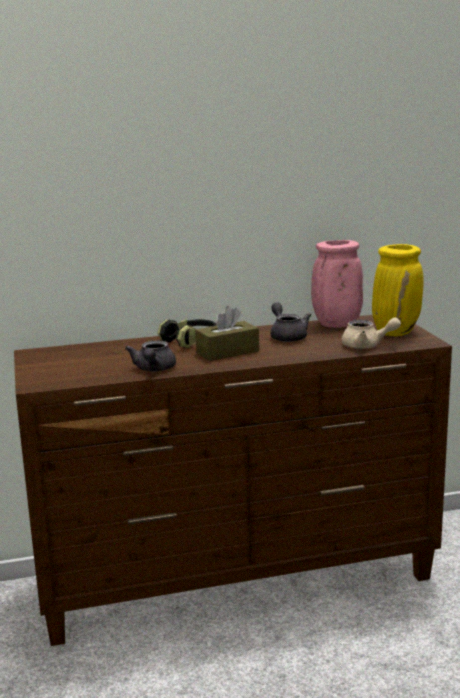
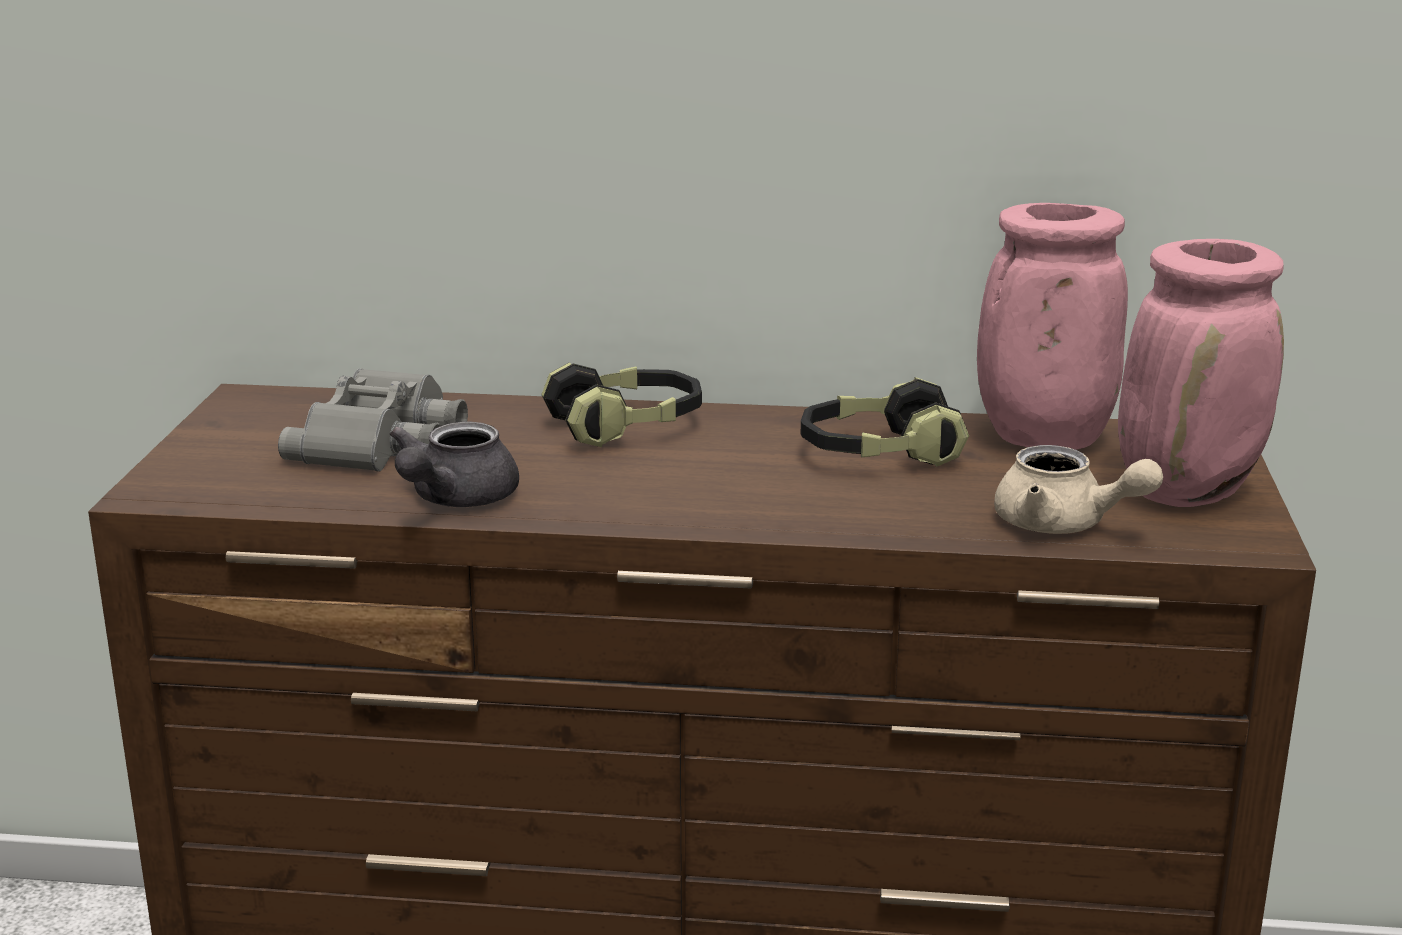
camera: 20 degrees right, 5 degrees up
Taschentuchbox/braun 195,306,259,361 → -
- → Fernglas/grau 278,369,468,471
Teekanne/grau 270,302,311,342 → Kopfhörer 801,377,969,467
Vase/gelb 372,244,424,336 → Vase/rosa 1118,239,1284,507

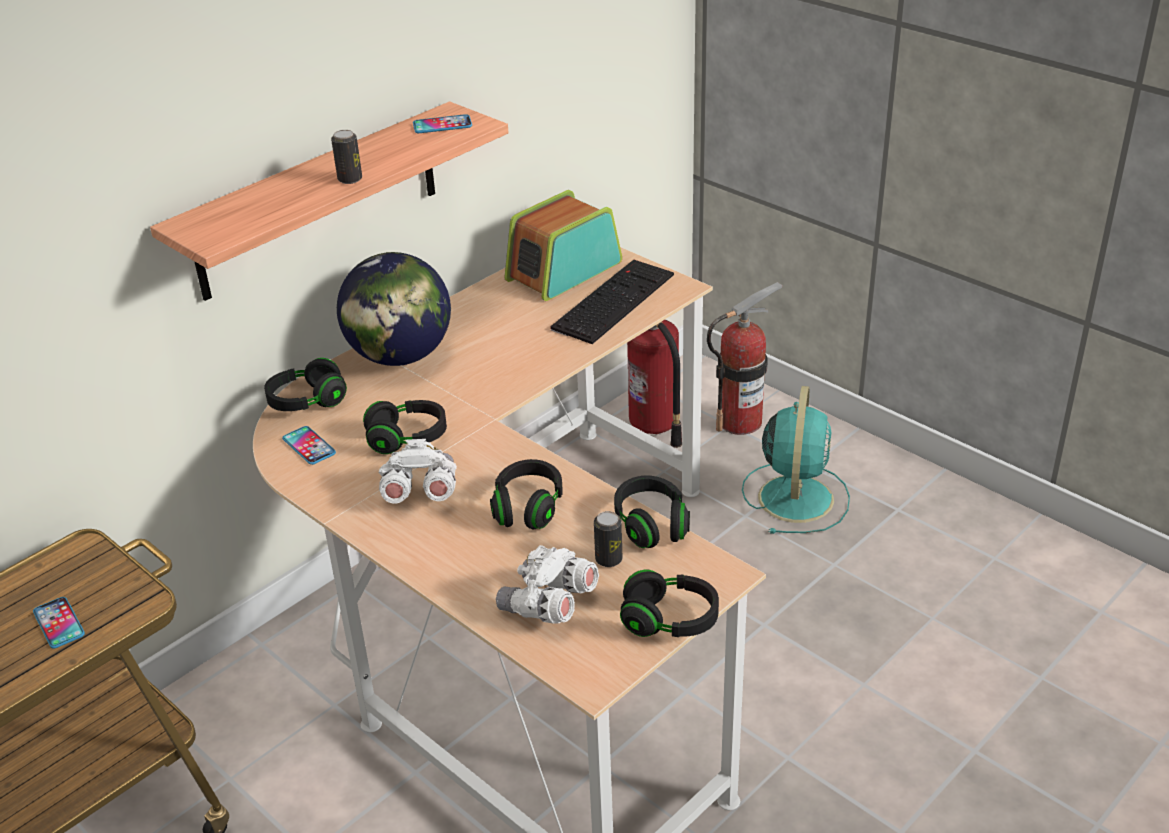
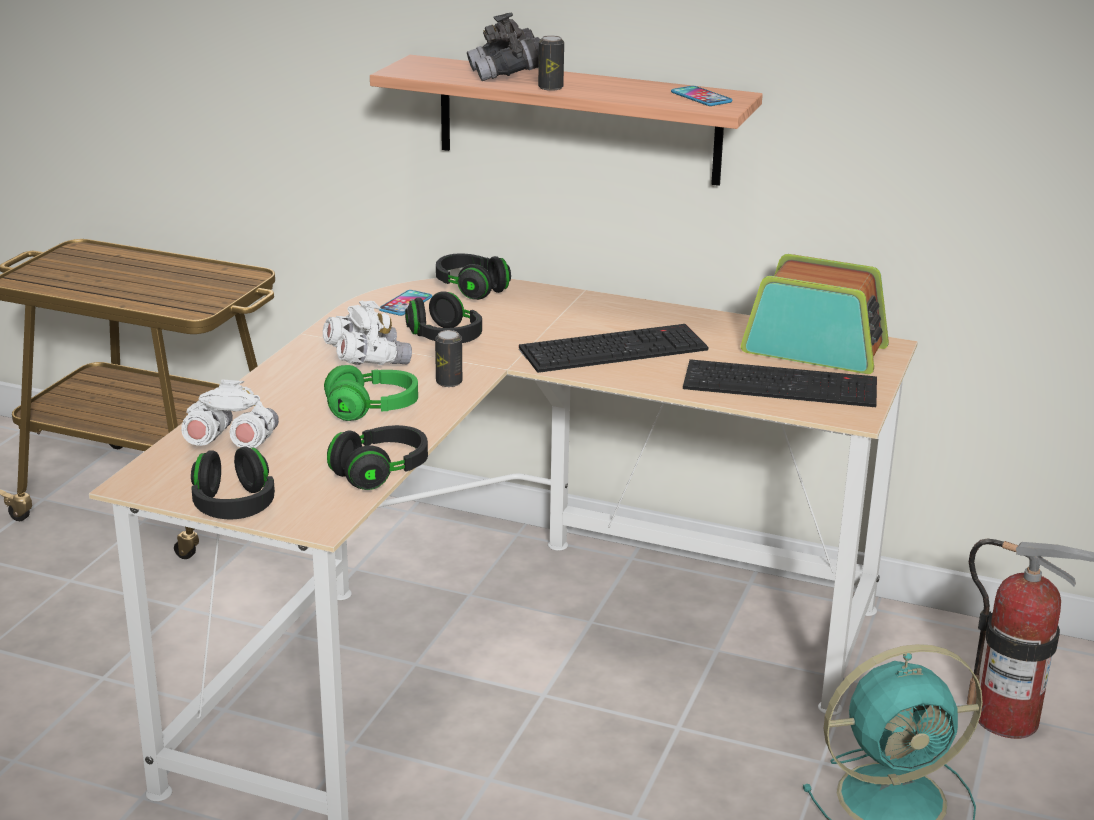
camera: 65 degrees right, 10 degrees down
Handy 33,597,85,649 → -
Globus 337,252,451,366 → -
Feuerlöscher 627,320,682,448 → -
- → Fernglas/grau 467,13,541,81
- → Tastatur 519,324,709,373
Dose 594,511,623,567 → Dose 435,330,462,387, move
Kopfhörer/schwarz 490,459,563,529 → Kopfhörer/grün 324,365,418,421

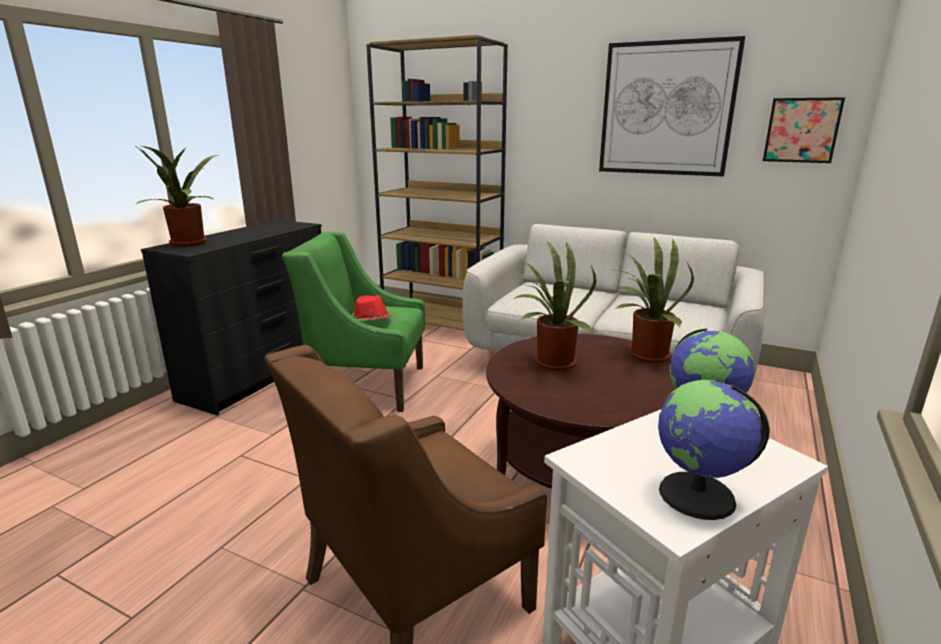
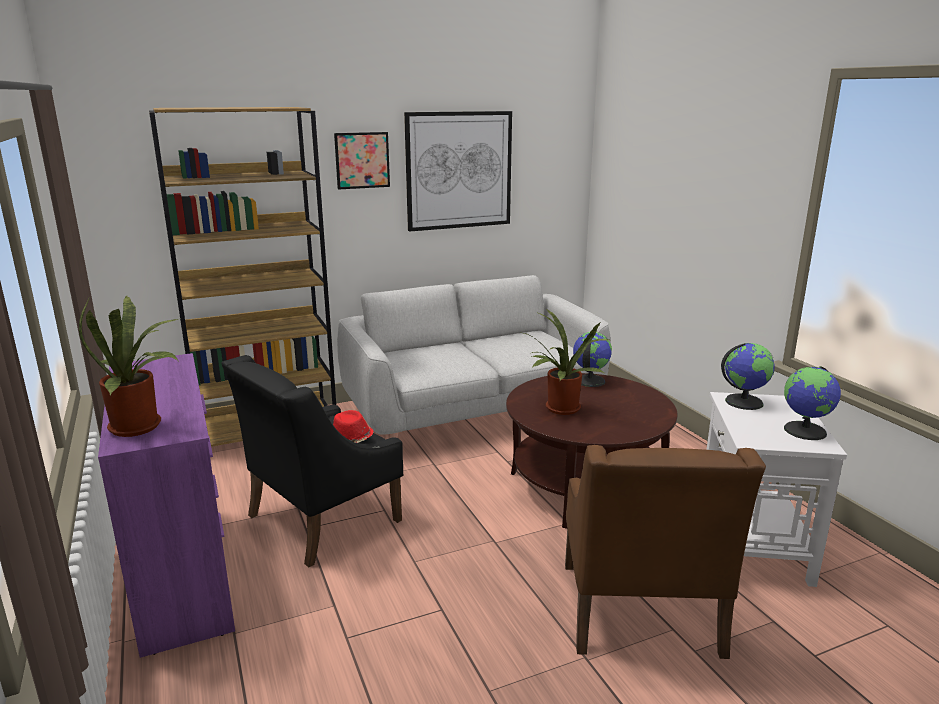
camera: 50 degrees left, 0 degrees up
Bild 763,97,845,163 → Bild 334,132,390,190, move
Topfpflanze 610,238,694,363 → Globus 573,332,612,387
Kommode/schwarz 141,220,322,415 → Kommode/lila 98,353,235,658
Sessel/grün 282,232,425,412 → Sessel/schwarz 222,355,403,568

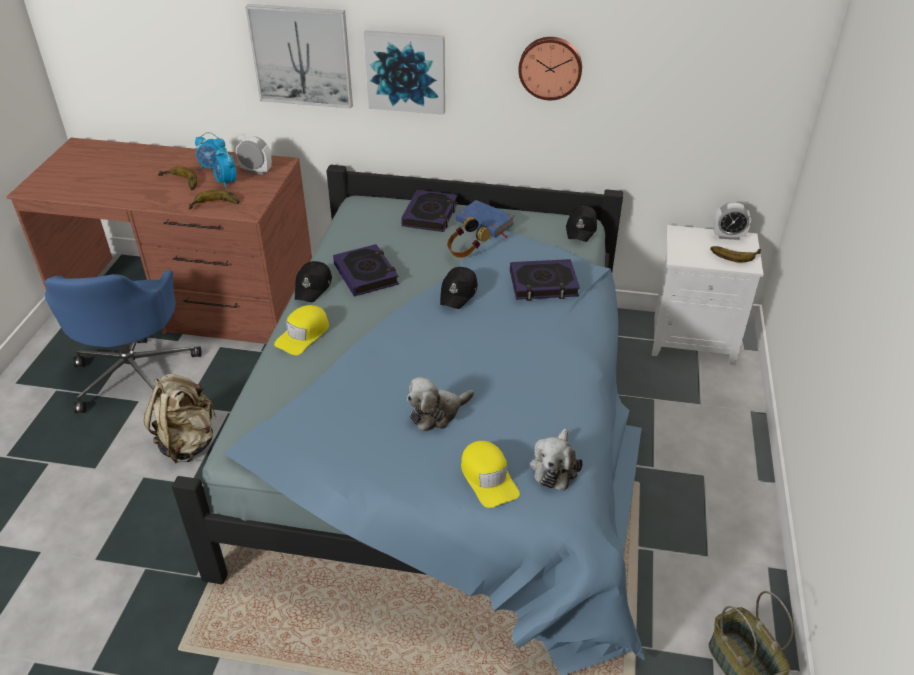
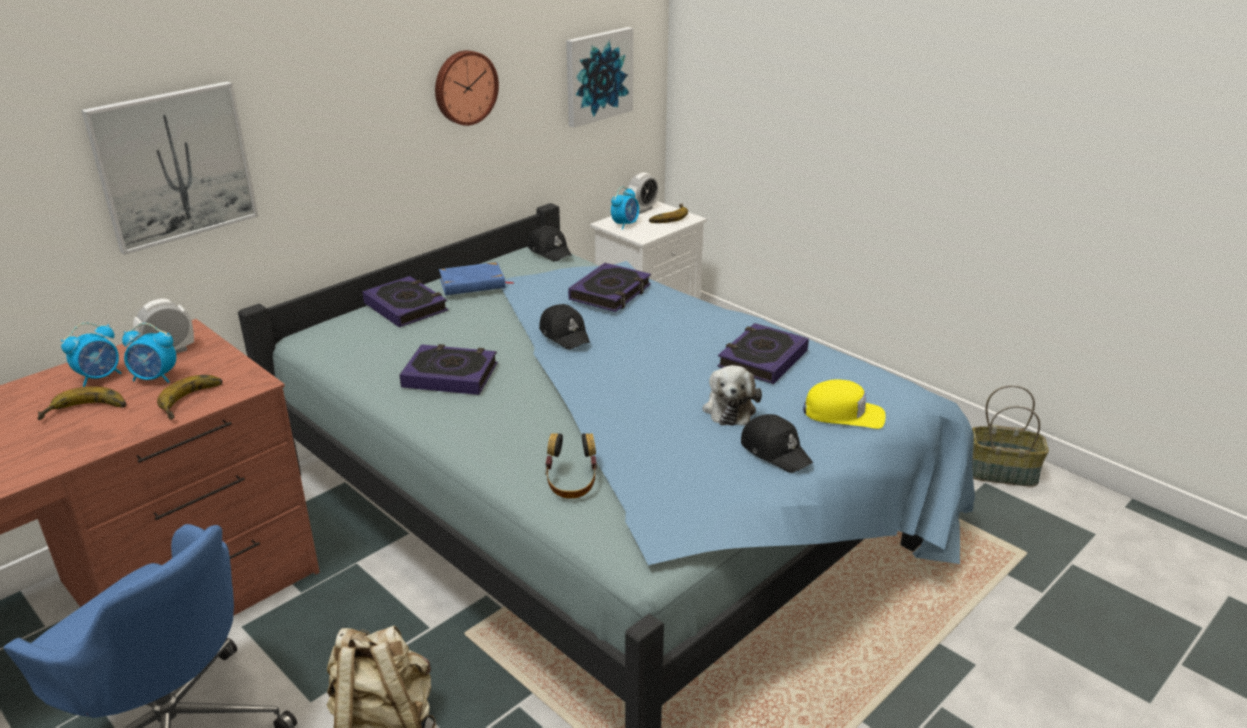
camera: 55 degrees left, 10 degrees down
Kappe/gelb 274,305,329,355 → -
Plüschtier 530,428,583,491 → -
- → Wecker 611,186,639,230
- → Buch 717,323,809,384
Kappe/schwarz 295,261,332,302 → Kappe/schwarz 741,414,813,473, move
Bild 364,30,445,115 → Bild 566,27,633,128, move
Kopfhörer 447,217,490,258 → Kopfhörer 545,433,597,499, move

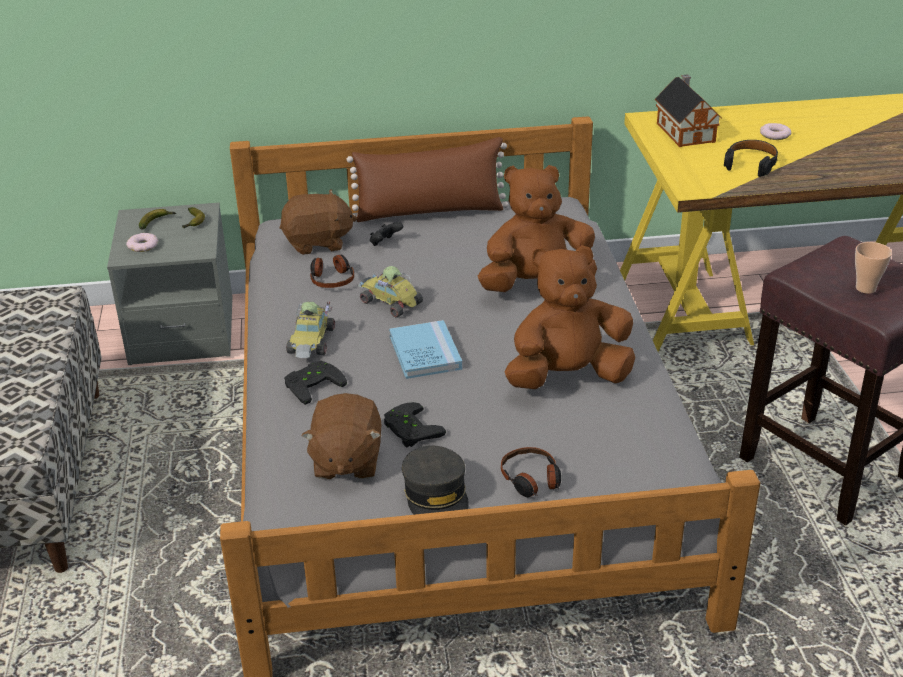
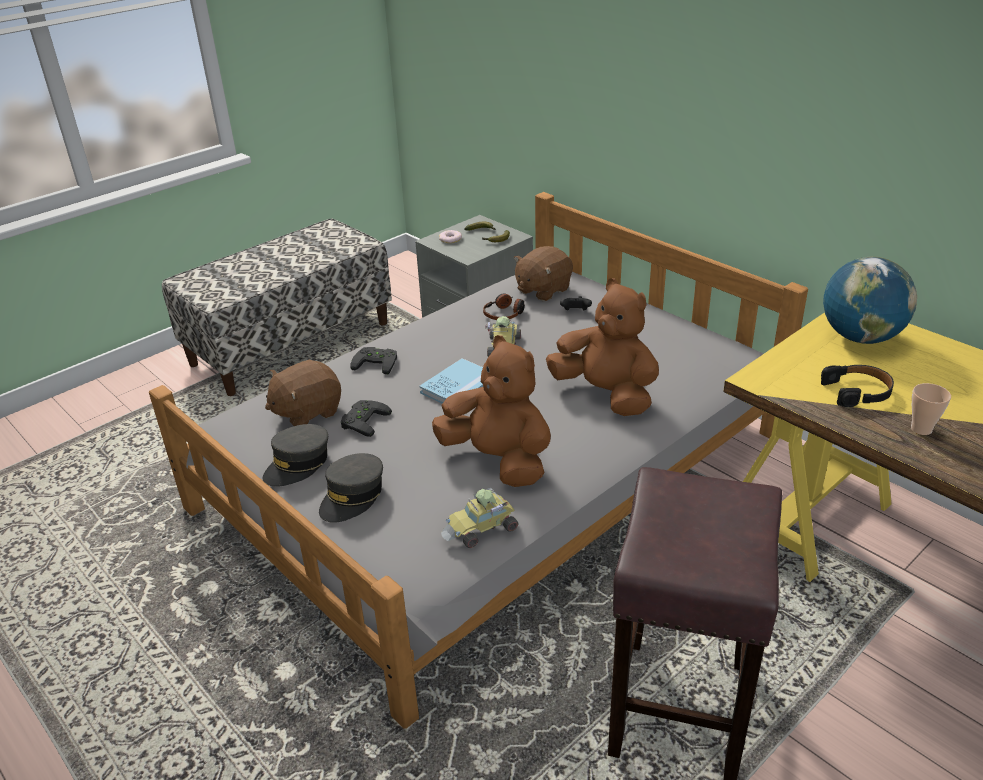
camera: 55 degrees right, 0 degrees up
Kissen/braun 347,137,508,222 → -
Donut 760,123,791,140 → -
Spielzeugauto 286,302,335,358 → Spielzeugauto 441,488,519,548, move
Tasse 855,242,892,294 → Tasse 911,383,951,435, move
Kopfhörer 501,447,561,497 → Kappe/grau 319,453,383,523
Spielzeughaus 655,74,722,147 → Globus 823,256,917,344
Plüschtier/braun 280,189,357,255 → Plüschtier/braun 514,246,573,301, 90 degrees clockwise

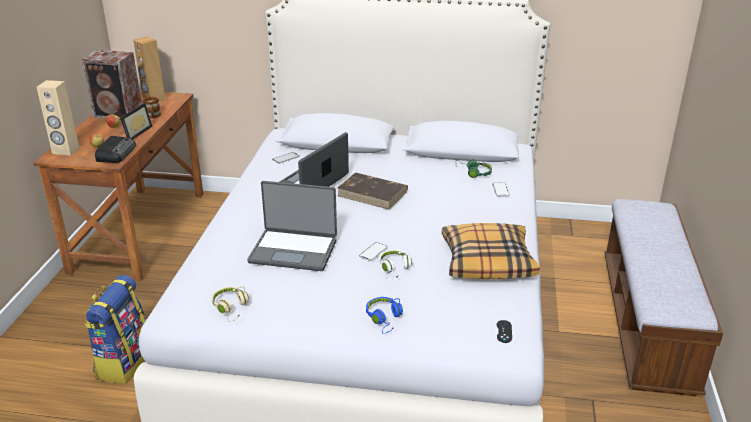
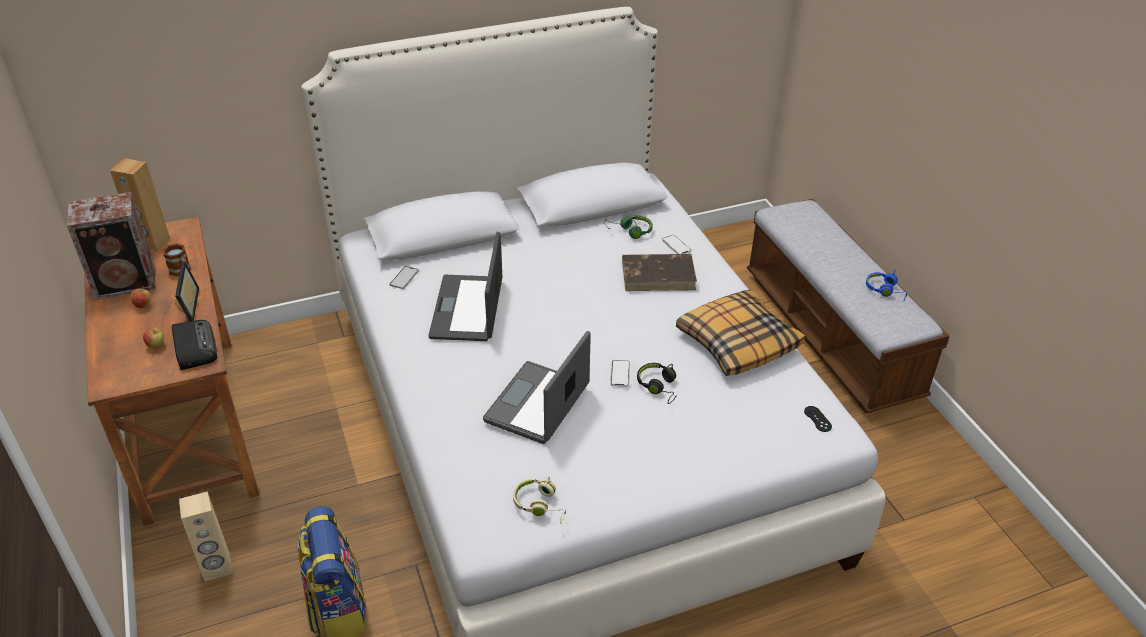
camera: 30 degrees left, 10 degrees up
Lautsprecher/beige 37,80,79,155 → Lautsprecher/beige 179,491,233,581, move
Buch/braun 337,173,408,210 → Buch/braun 622,254,697,291, move
Kopfhörer/blau 366,297,403,334 → Kopfhörer/blau 866,270,907,301, move
Kopfhörer/weiß 379,250,412,280 → Kopfhörer/schwarz 637,363,677,404
Laptop 247,181,337,271 → Laptop 483,331,591,444, 135 degrees clockwise

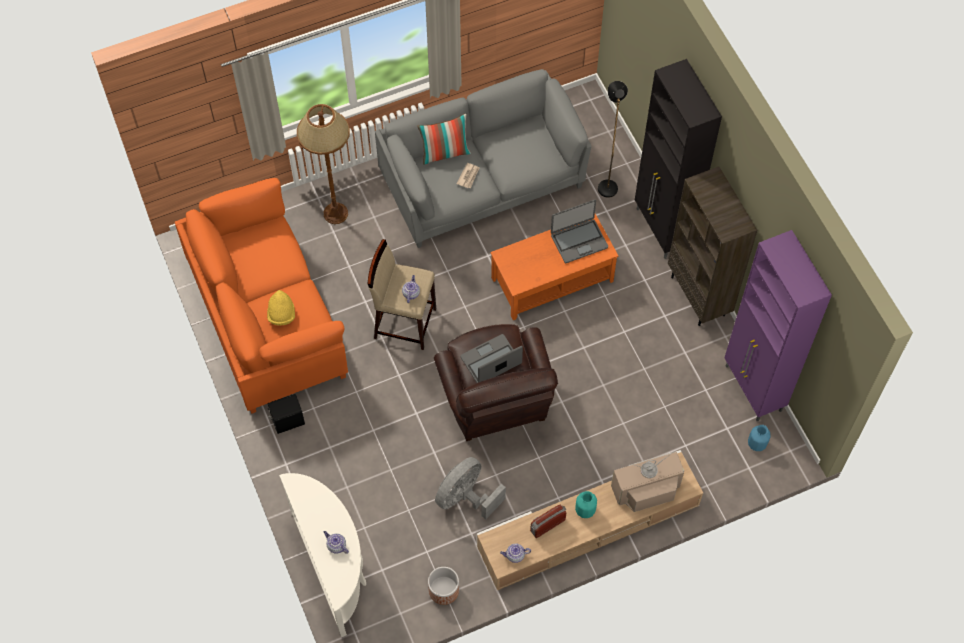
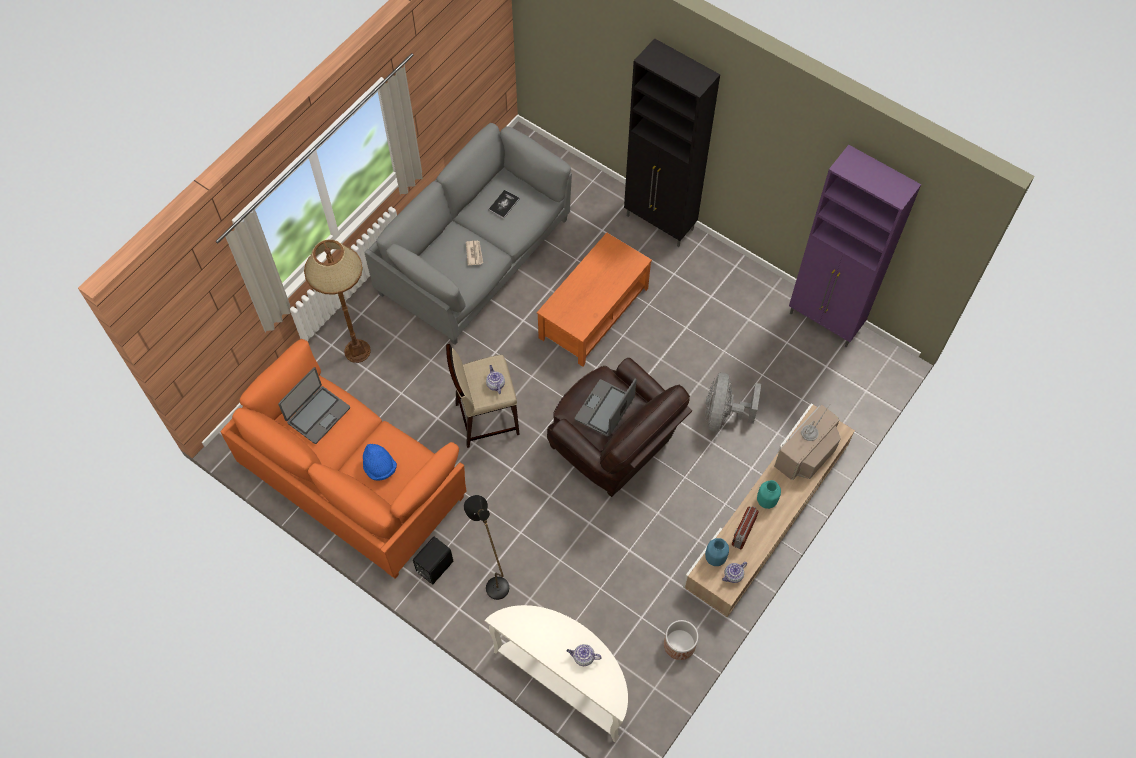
camera: 30 degrees left, 0 degrees up
Kissen 417,114,471,165 → -
Bücherregal/braun 668,166,757,326 → -
- → Buch 489,190,520,218
Ventilator/grau 435,457,506,519 → Ventilator/grau 705,373,761,432, move
Laptop 551,200,608,263 → Laptop 278,367,350,444, move
Stehlampe/schwarz 598,81,628,198 → Stehlampe/schwarz 464,495,509,600, move
Vase/blau 748,425,771,451 → Vase/blau 705,538,729,566, move
Hut/gelb 267,290,295,326 → Hut/blau 363,444,397,481

